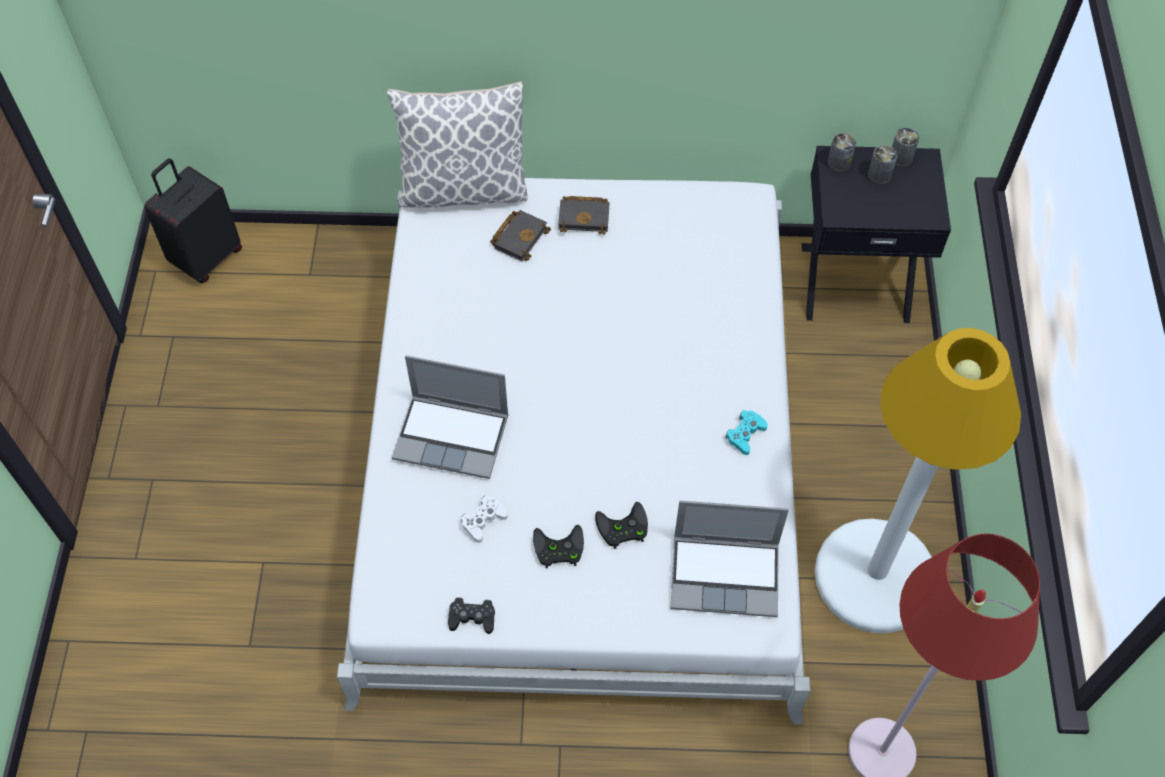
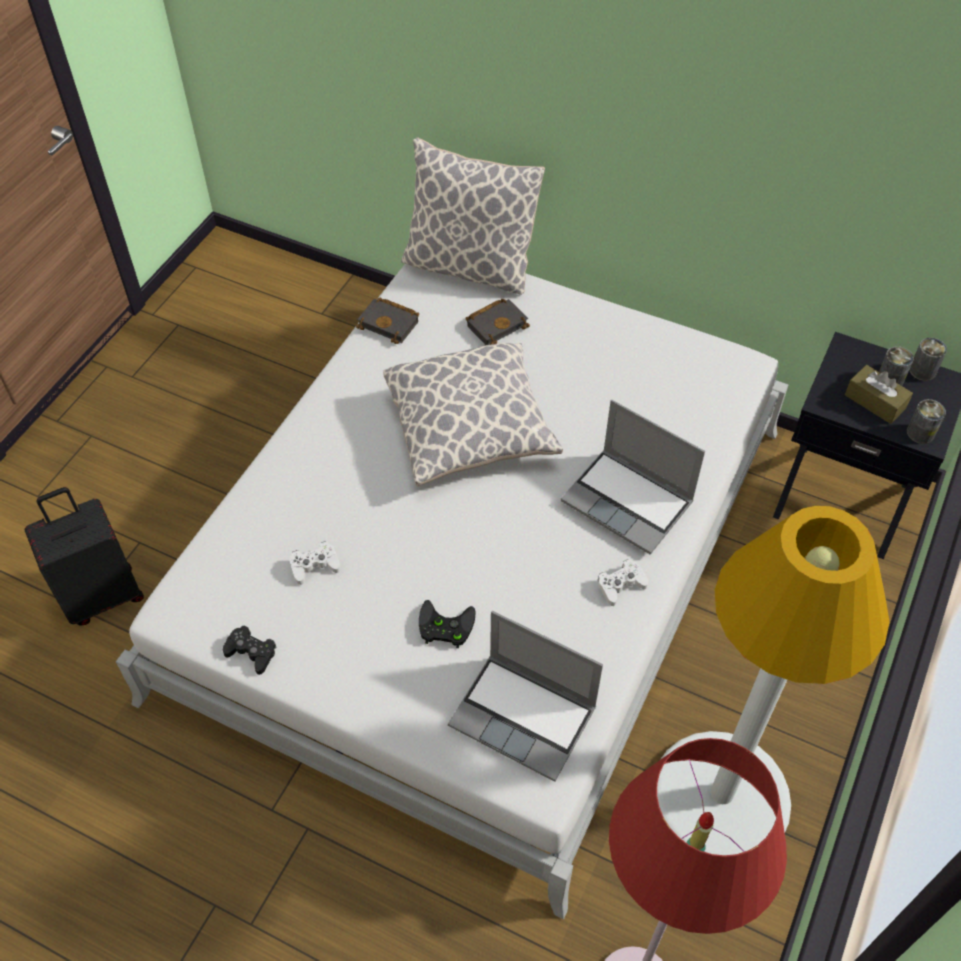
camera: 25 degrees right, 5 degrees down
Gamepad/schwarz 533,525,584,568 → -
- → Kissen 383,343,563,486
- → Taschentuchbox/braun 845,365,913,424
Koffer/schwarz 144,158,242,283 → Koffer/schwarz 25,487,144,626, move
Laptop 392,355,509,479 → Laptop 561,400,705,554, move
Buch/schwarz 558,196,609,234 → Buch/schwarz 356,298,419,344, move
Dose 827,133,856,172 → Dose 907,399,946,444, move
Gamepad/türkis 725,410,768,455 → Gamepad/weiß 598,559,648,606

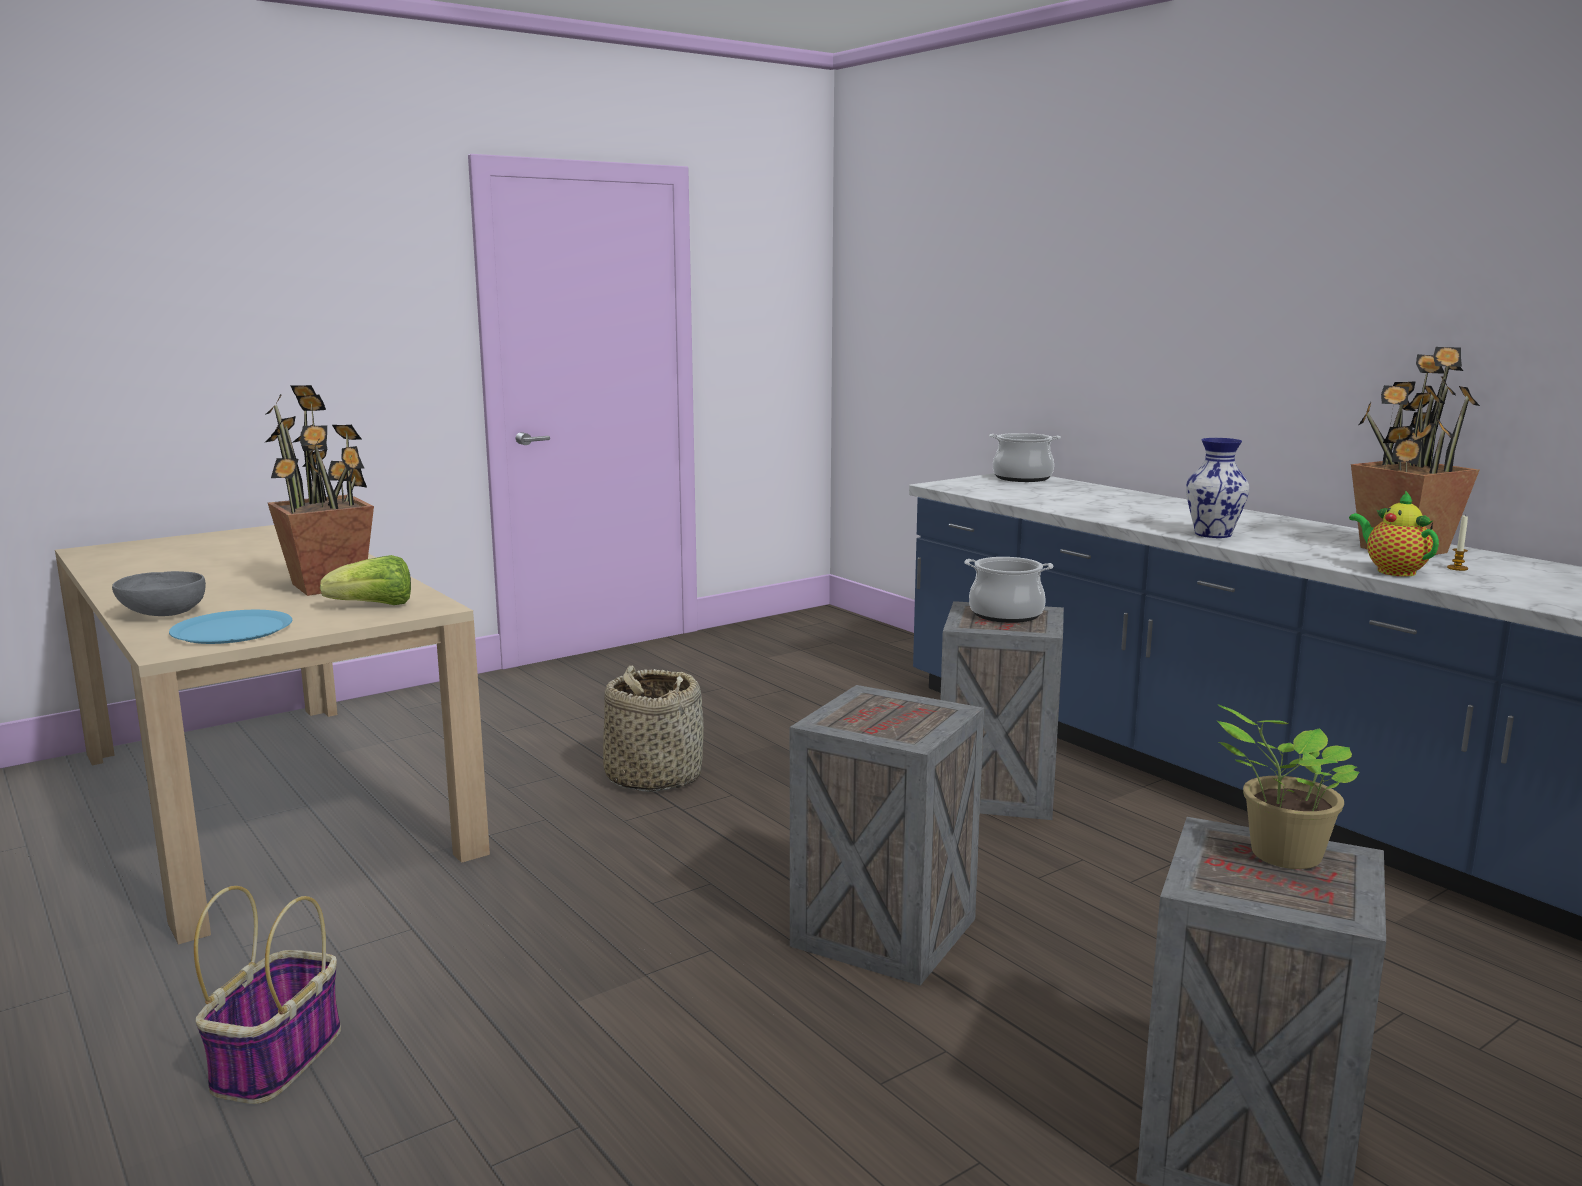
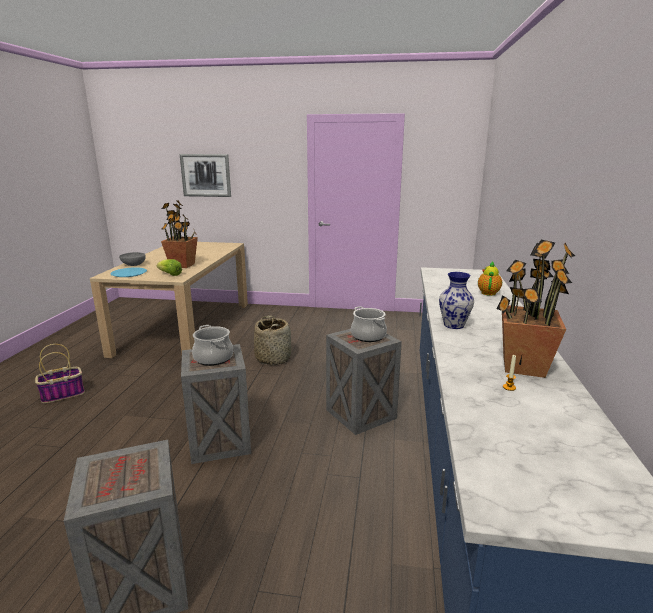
camera: 45 degrees right, 5 degrees up
Topfpflanze 1217,705,1360,869 → -
- → Bild 180,154,231,197
Kochtopf 989,433,1061,482 → Kochtopf 192,325,233,366, move
Teekanne 1349,490,1439,576 → Teekanne 478,261,502,296, move

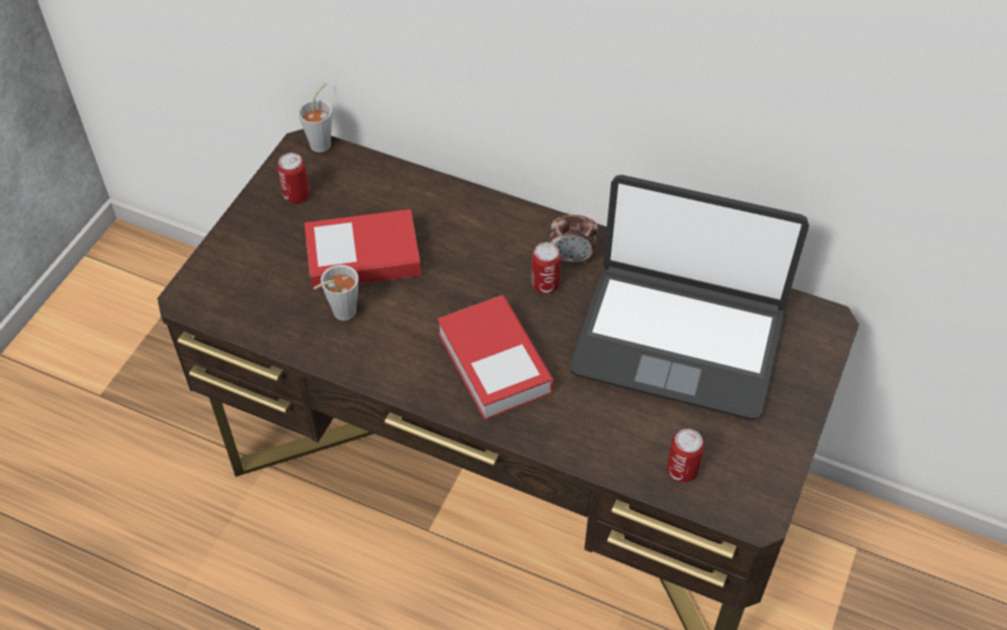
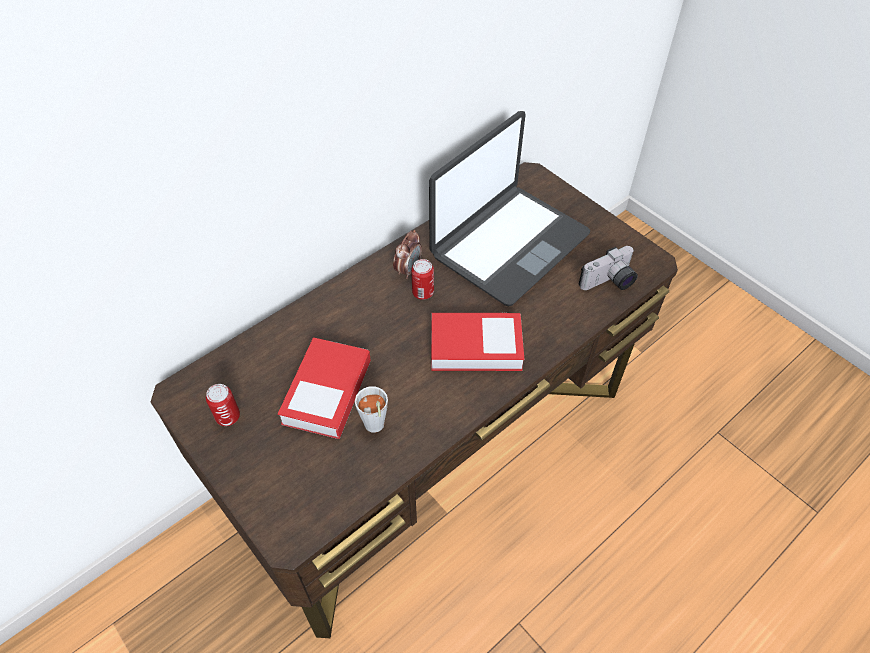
camera: 65 degrees left, 0 degrees up
Tasse/grau 298,83,332,153 → -
Dose 667,429,704,482 → Kamera 579,246,638,290

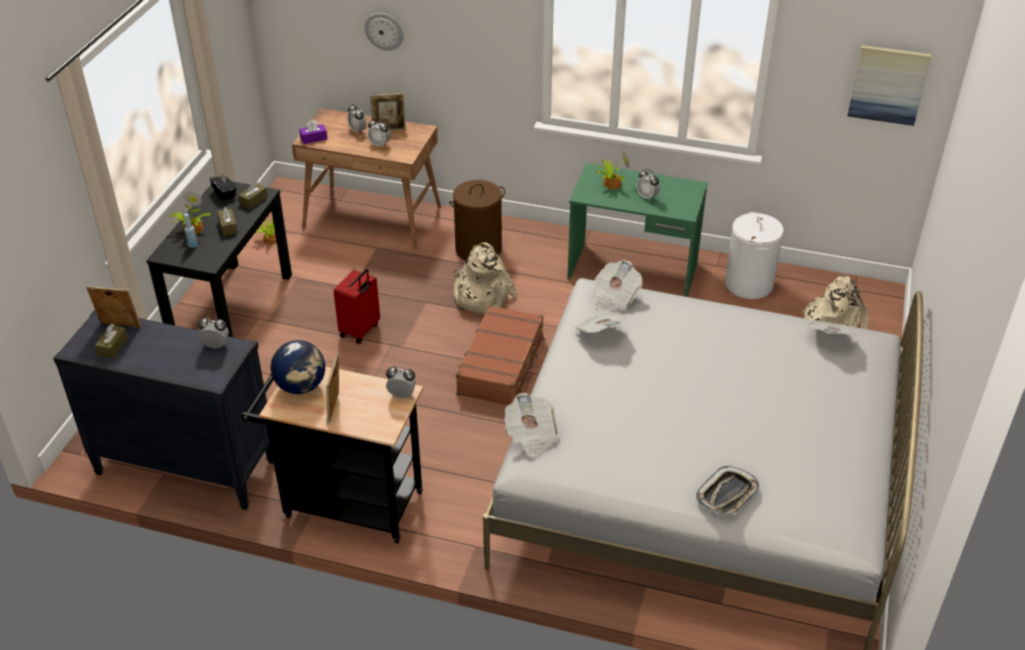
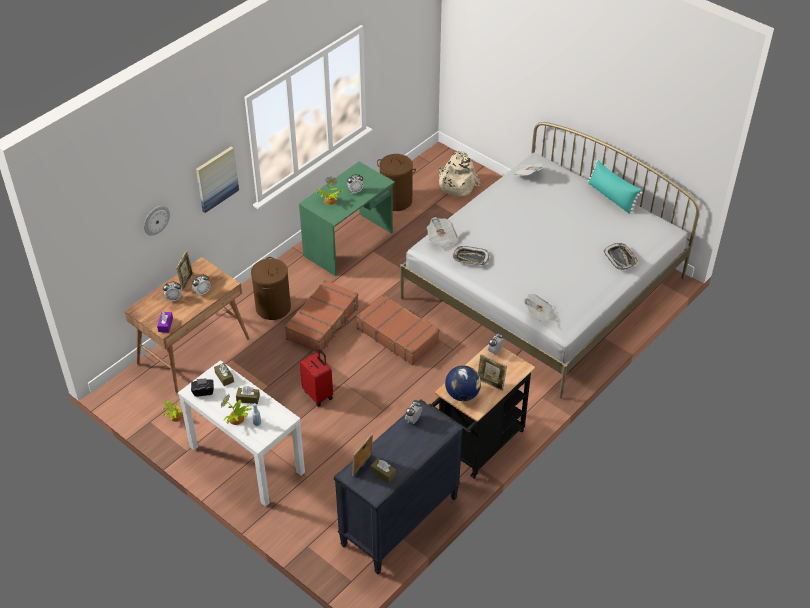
camera: 65 degrees left, 5 degrees up
- → Kissen/türkis 588,160,643,214
Bild 848,45,931,126 → Bild 196,147,239,213, move
Rucksack/beige 453,242,517,314 → Koffer/braun 285,280,359,353
Zeitung 574,314,627,333 → Tablett 453,246,489,265
Konsolentisch/schwarz 146,181,292,337 → Konsolentisch/weiß 178,360,305,507
Wäschekorb/weiß 725,212,784,299 → Wäschekorb/braun 377,154,416,211

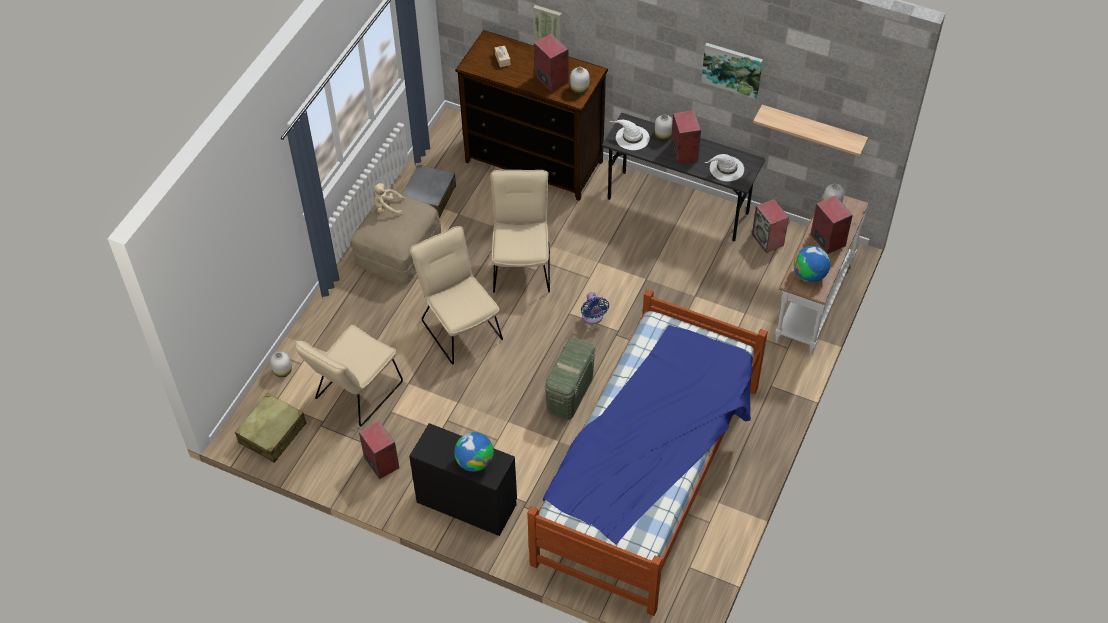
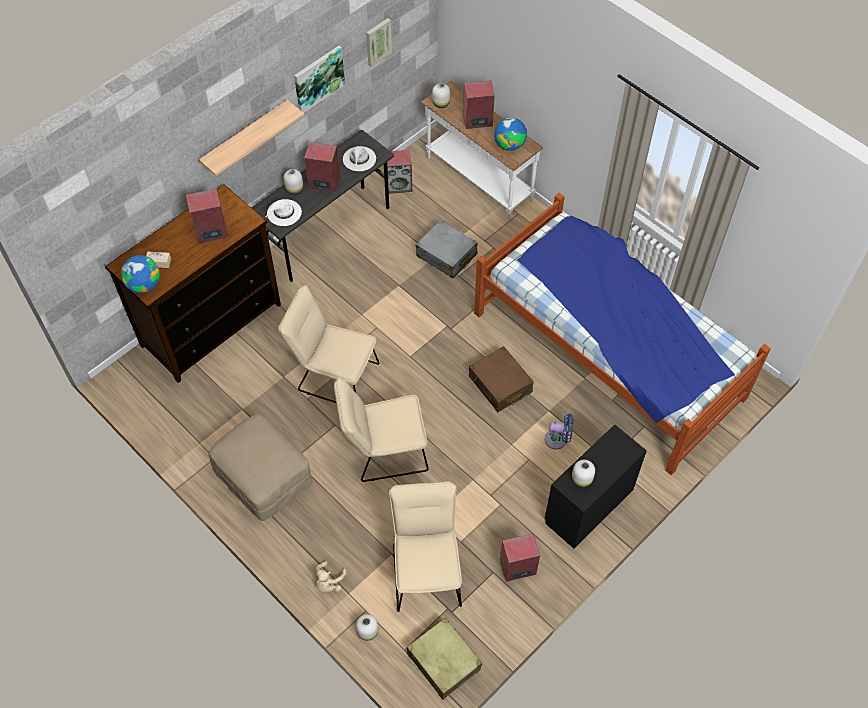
camera: 70 degrees left, 5 degrees up
Plüschtier/beige 373,183,404,216 → Plüschtier/beige 316,561,347,593, move
Koffer/grau 403,165,456,219 → Koffer/grau 416,220,478,278, move
Globus 454,432,494,472 → Globus 121,255,160,293, move
Bild 533,5,562,43 → Bild 366,18,392,67, move
Vase/weiß 570,67,589,94 → Vase/weiß 572,460,595,487, move
Ventilator/blau 581,292,609,324 → Ventilator/blau 545,414,573,449, move
Wandregal 753,105,868,156 → Wandregal 199,100,304,176, move
Aufbewahrungsbox/grün 544,337,596,420 → Koffer/braun 469,346,534,412
Stuhl/beige 295,325,403,426 → Stuhl/beige 389,481,462,612, 150 degrees counterclockwise

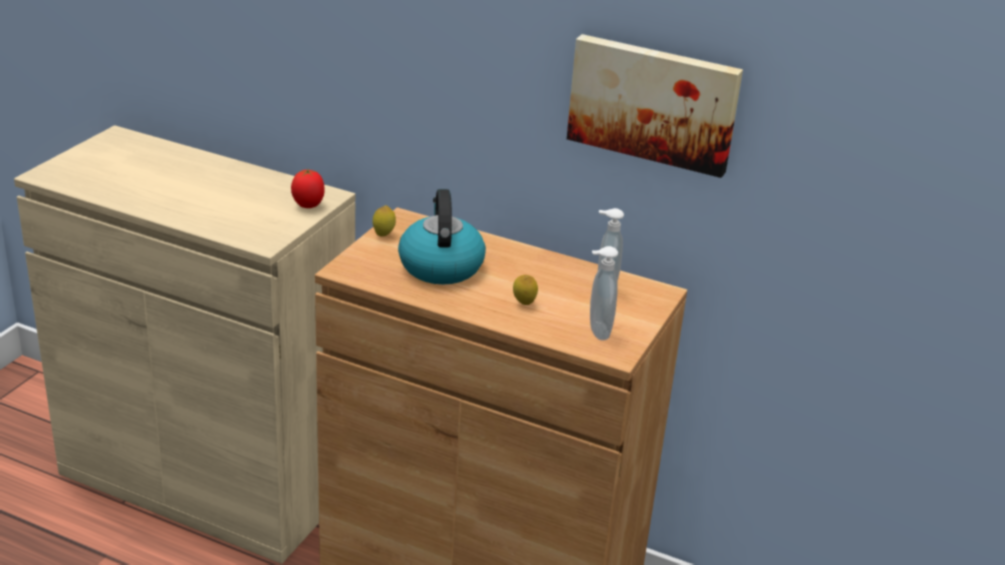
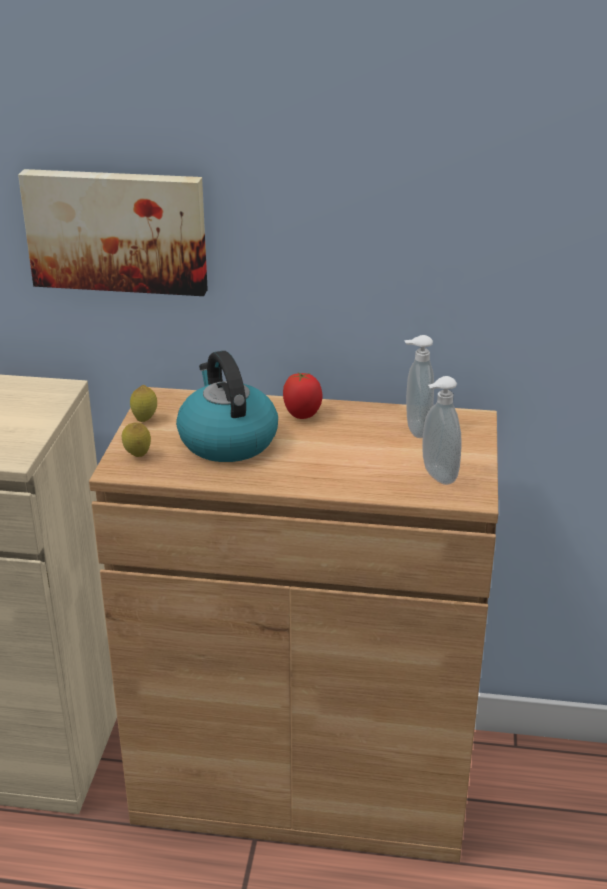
camera: 15 degrees left, 0 degrees up
Tomate 291,169,325,208 → Tomate 283,372,322,419, move
Zitrone 513,275,538,305 → Zitrone 122,422,151,457, move
Bild 567,34,743,178 → Bild 18,169,208,296, move

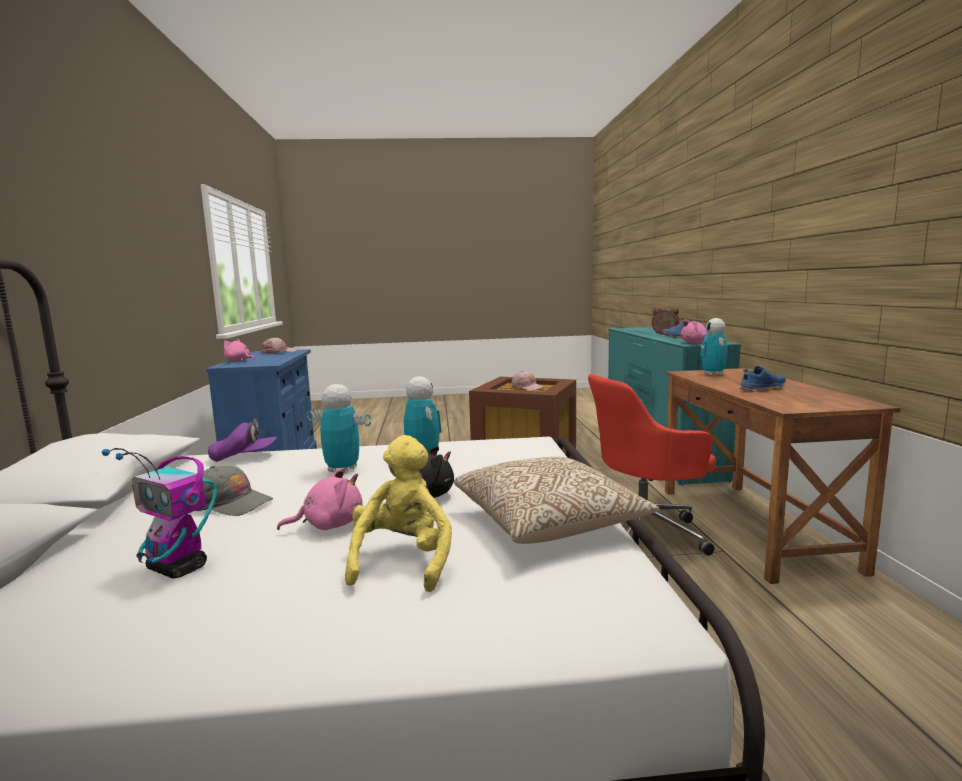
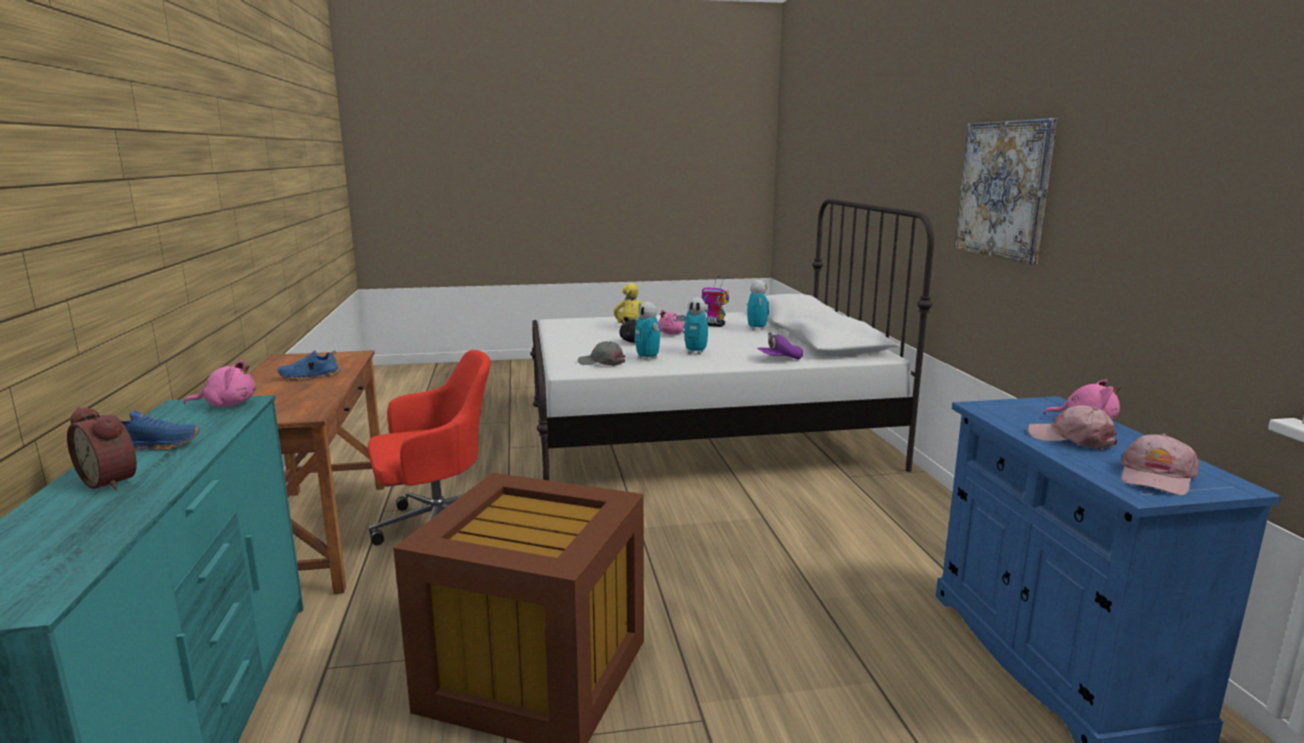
camera: 175 degrees right, 5 degrees up
Kissen 454,457,659,544 → -
- → Bild 954,118,1057,264
Kappe/grau 196,466,273,516 → Kappe/grau 578,341,625,366, move
Kappe/rosa 511,371,546,391 → Kappe/rosa 1028,405,1117,450, move
Spielzeugroboter 700,318,727,375 → Spielzeugroboter 747,280,769,330, move

